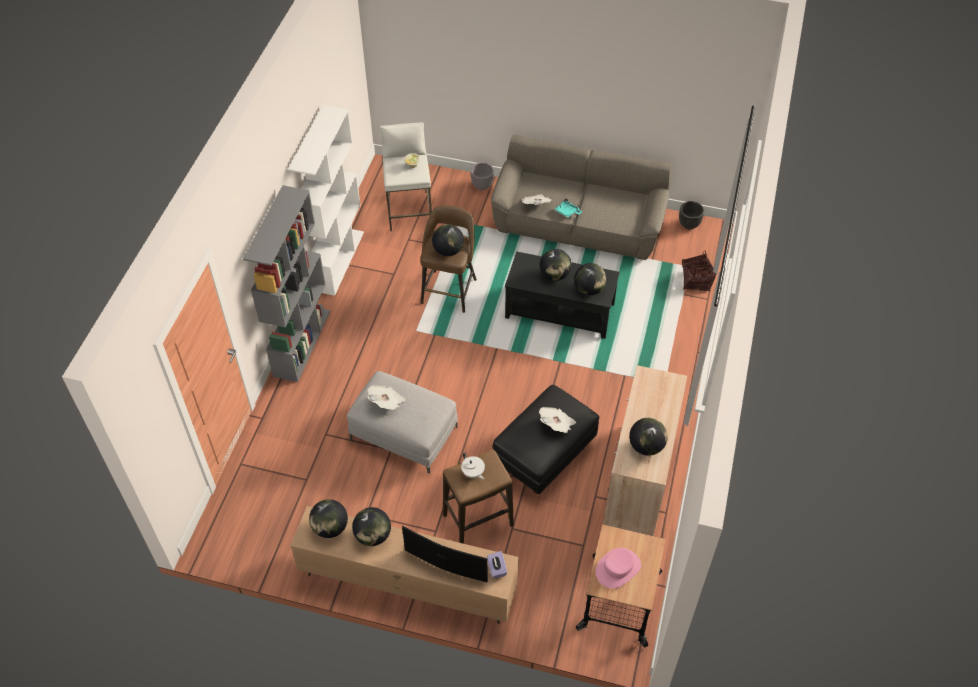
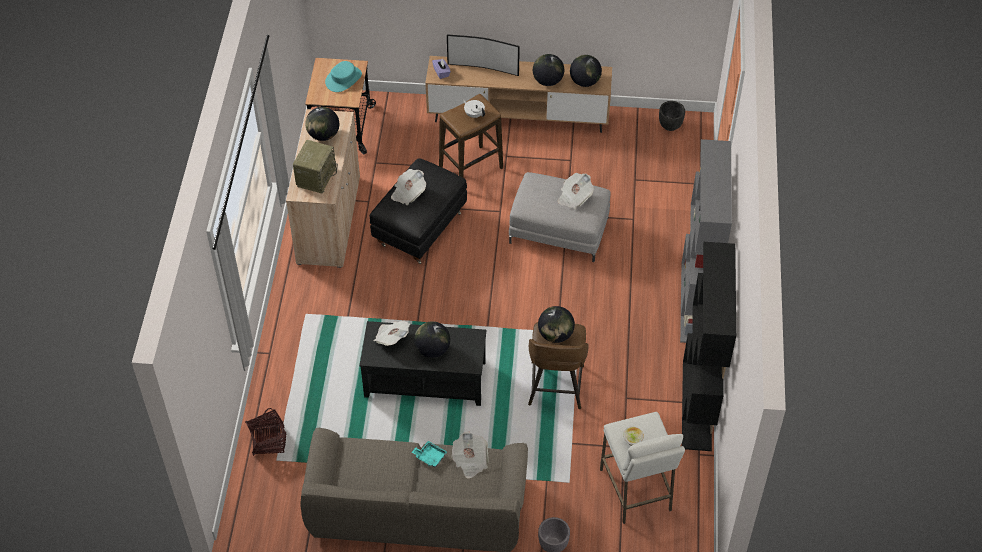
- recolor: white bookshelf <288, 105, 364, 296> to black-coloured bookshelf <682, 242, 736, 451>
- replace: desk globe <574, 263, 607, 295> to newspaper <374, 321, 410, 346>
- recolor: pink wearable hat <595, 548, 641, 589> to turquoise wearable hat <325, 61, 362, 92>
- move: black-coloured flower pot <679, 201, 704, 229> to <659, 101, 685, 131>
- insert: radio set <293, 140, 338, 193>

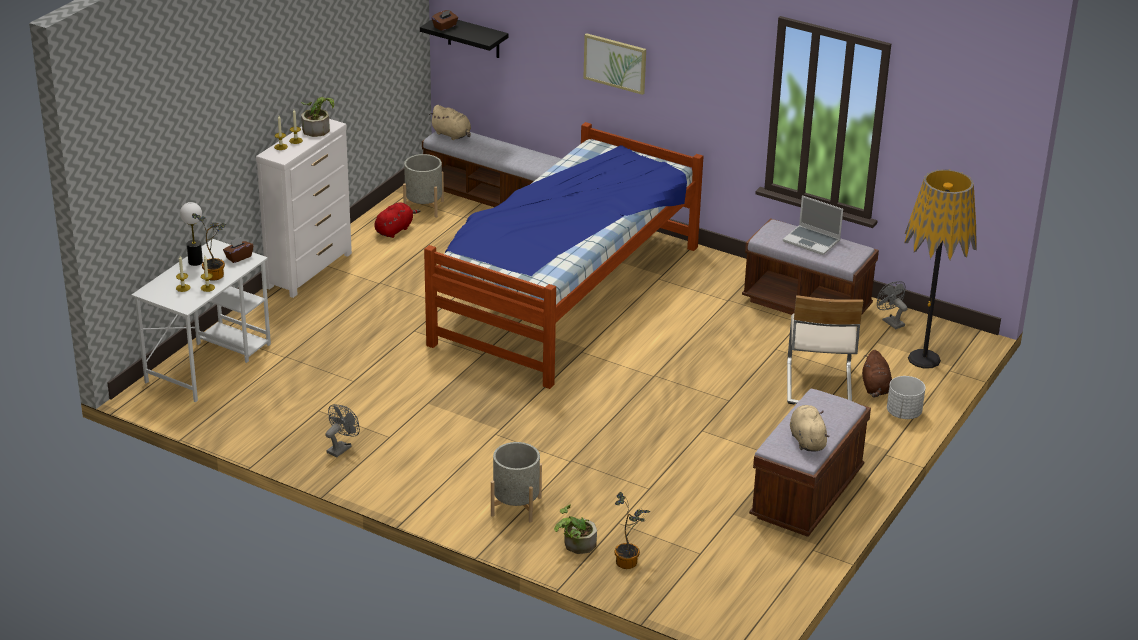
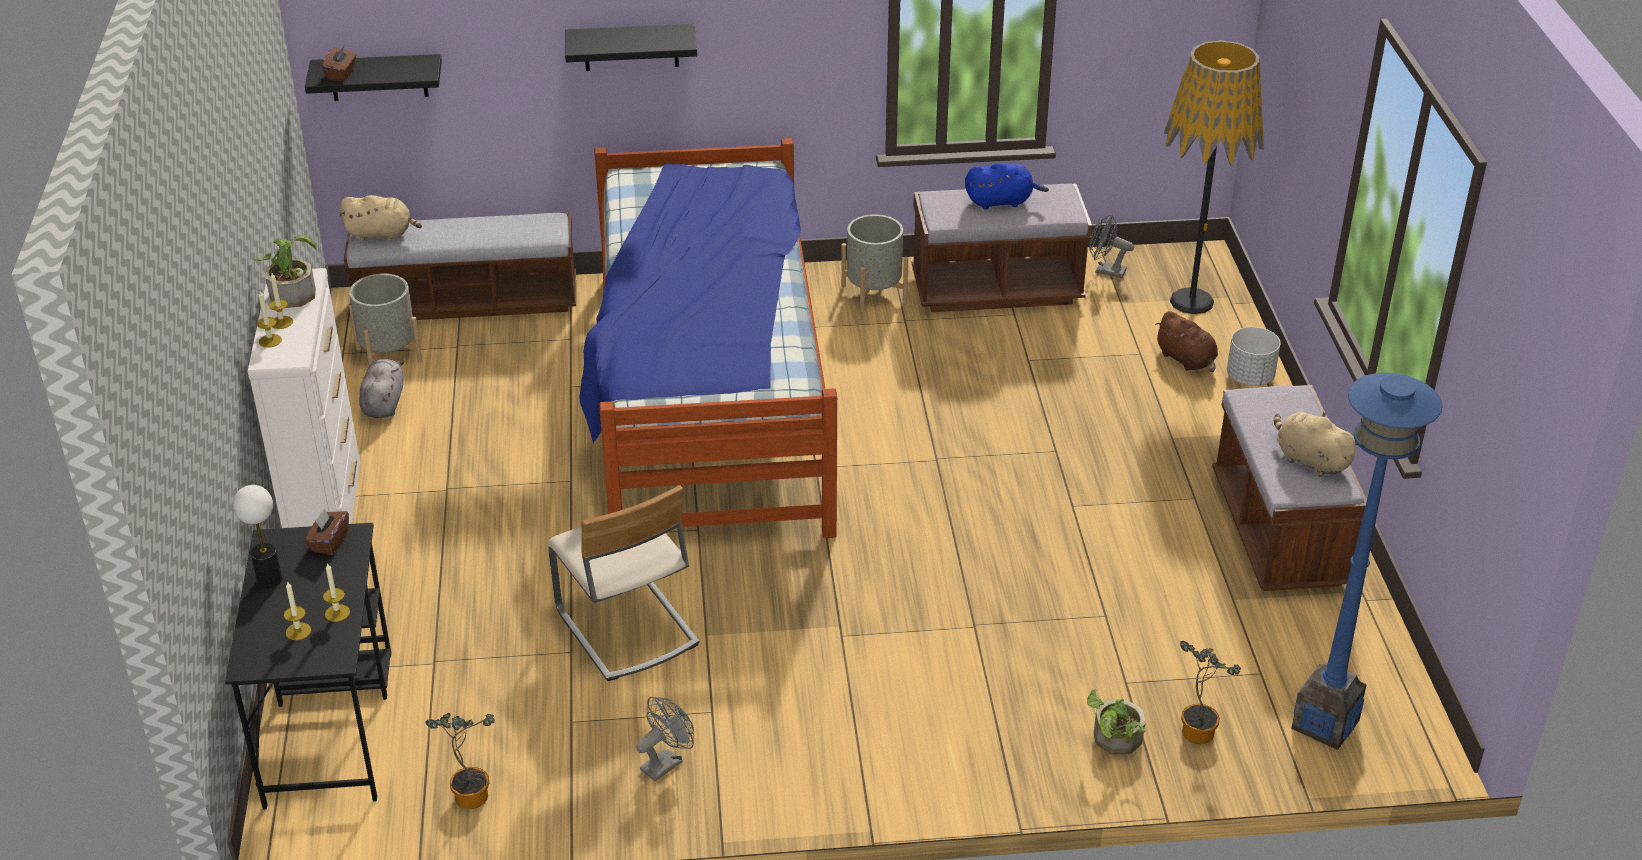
- recolor: white desk <131, 239, 271, 402> to black-coloured desk <225, 523, 391, 810>
- move: houseplant <192, 213, 226, 281> to <425, 713, 495, 809>
- rotate: gray fan <325, 404, 360, 457> = <636, 697, 694, 781> 45 degrees clockwise
- recolor: red-coloured soft toy <375, 202, 420, 238> to gray soft toy <359, 359, 404, 418>
- move: gray flower pot <491, 442, 542, 523> to <841, 215, 908, 312>
- replace: wall picture <583, 33, 646, 95> to black-coloured wall shelf <565, 24, 697, 71>
- replace: laptop <783, 195, 843, 255> to blue-coloured soft toy <965, 163, 1049, 210>
- move: sand-coloured plain chair <787, 295, 863, 405> to <547, 485, 699, 681>
- insert: blue-coloured standing lamp <1291, 373, 1443, 750>

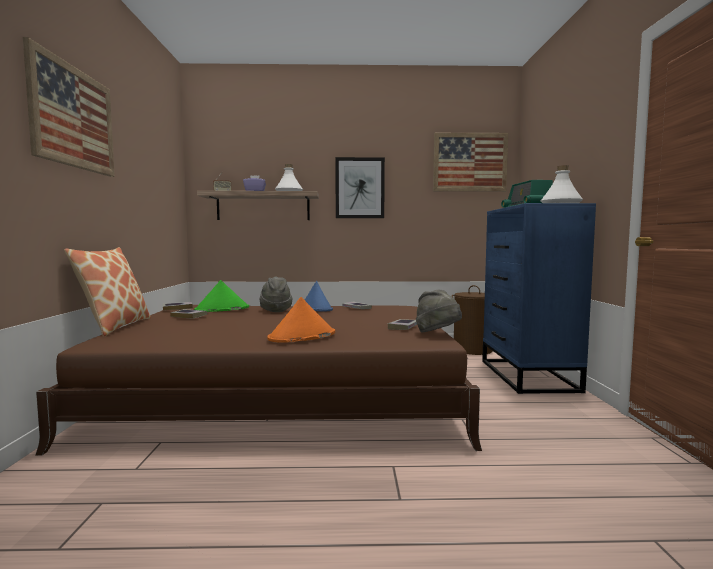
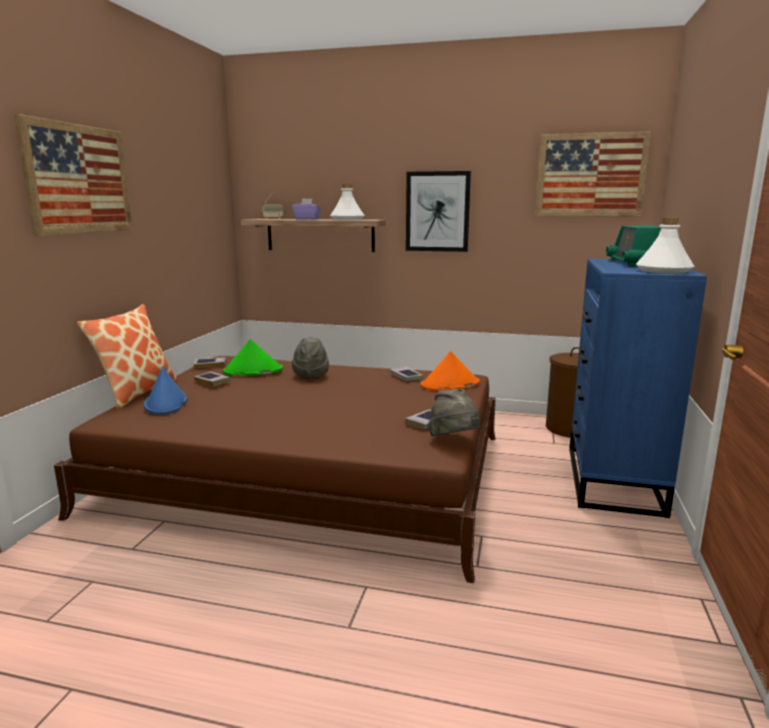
- move: orange wearable hat <267, 297, 335, 343> to <421, 351, 480, 391>
- move: blue-coloured wearable hat <305, 281, 333, 312> to <144, 367, 187, 415>

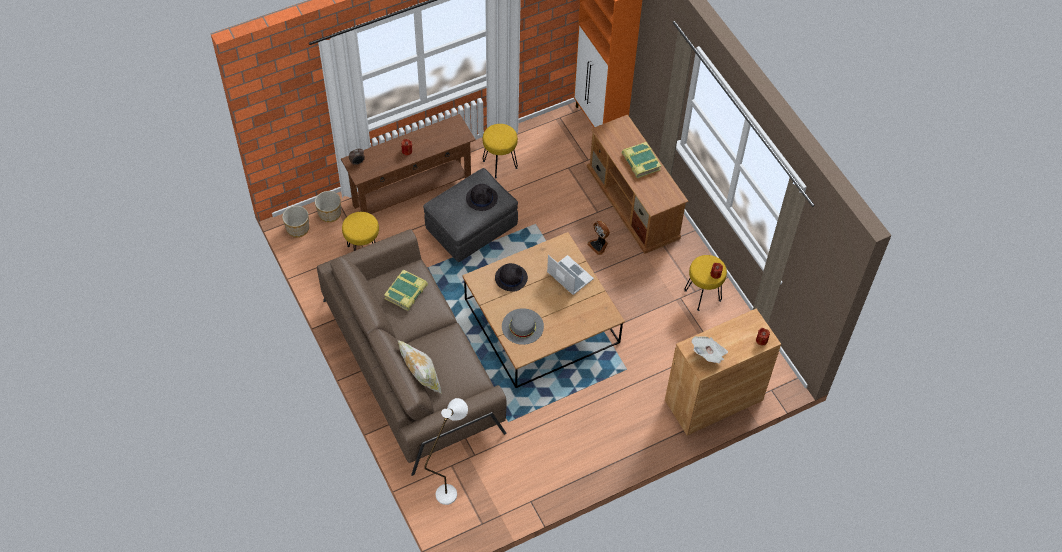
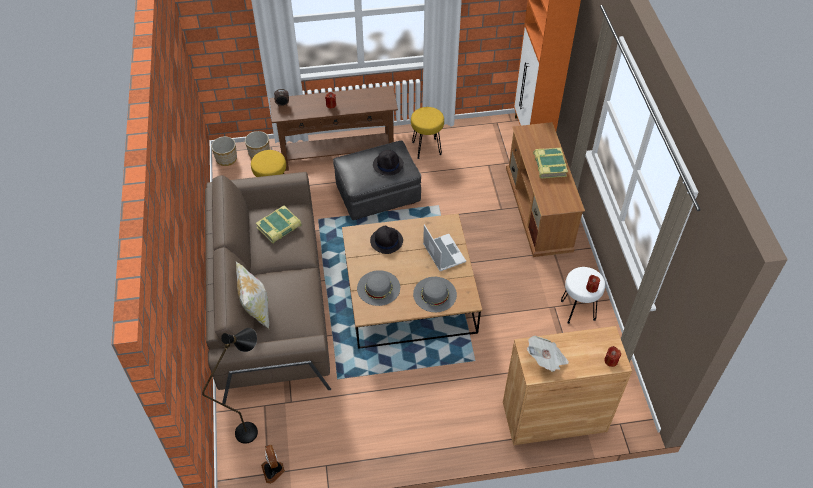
- recolor: white standing lamp <424, 398, 468, 505> to black-coloured standing lamp <202, 328, 258, 444>
- move: fan <587, 220, 610, 255> to <261, 445, 285, 484>
- recolor: yellow stool seat <684, 255, 727, 311> to white stool seat <561, 267, 605, 324>
- insert: gray wearable hat <413, 277, 457, 312>

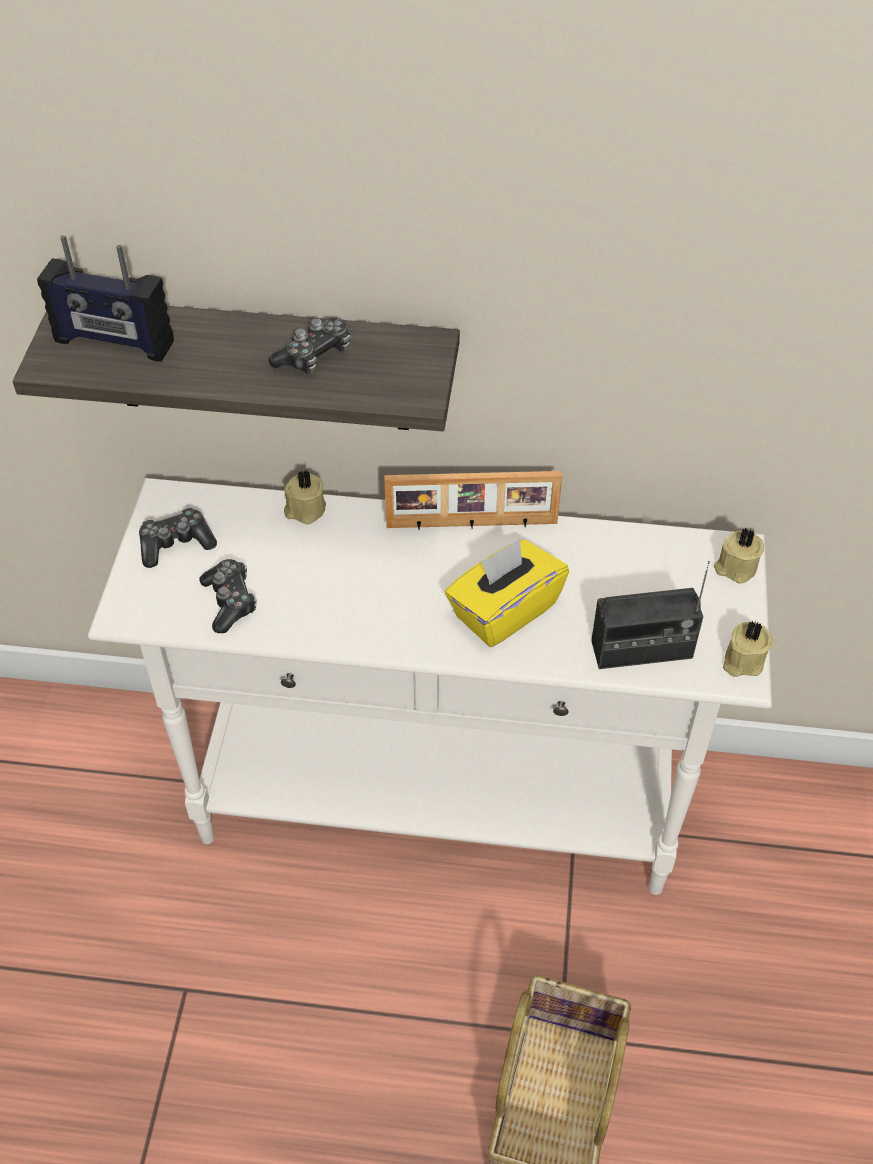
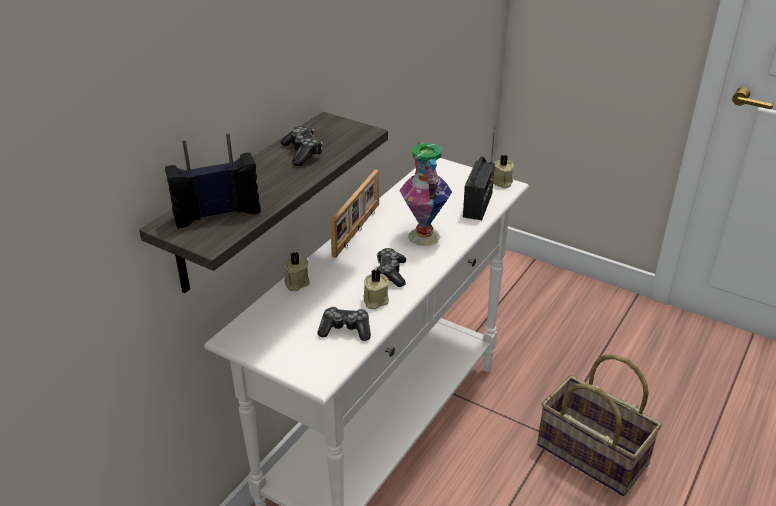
- rotate: radio set <37, 235, 174, 362> = <165, 133, 261, 228> 150 degrees counterclockwise
- move: joypad <139, 507, 217, 568> to <375, 248, 406, 287>
- replace: yellow tissue holder <445, 539, 569, 647> to vase <399, 142, 452, 246>
- move: sand-coloured candle <714, 527, 764, 584> to <363, 269, 389, 309>

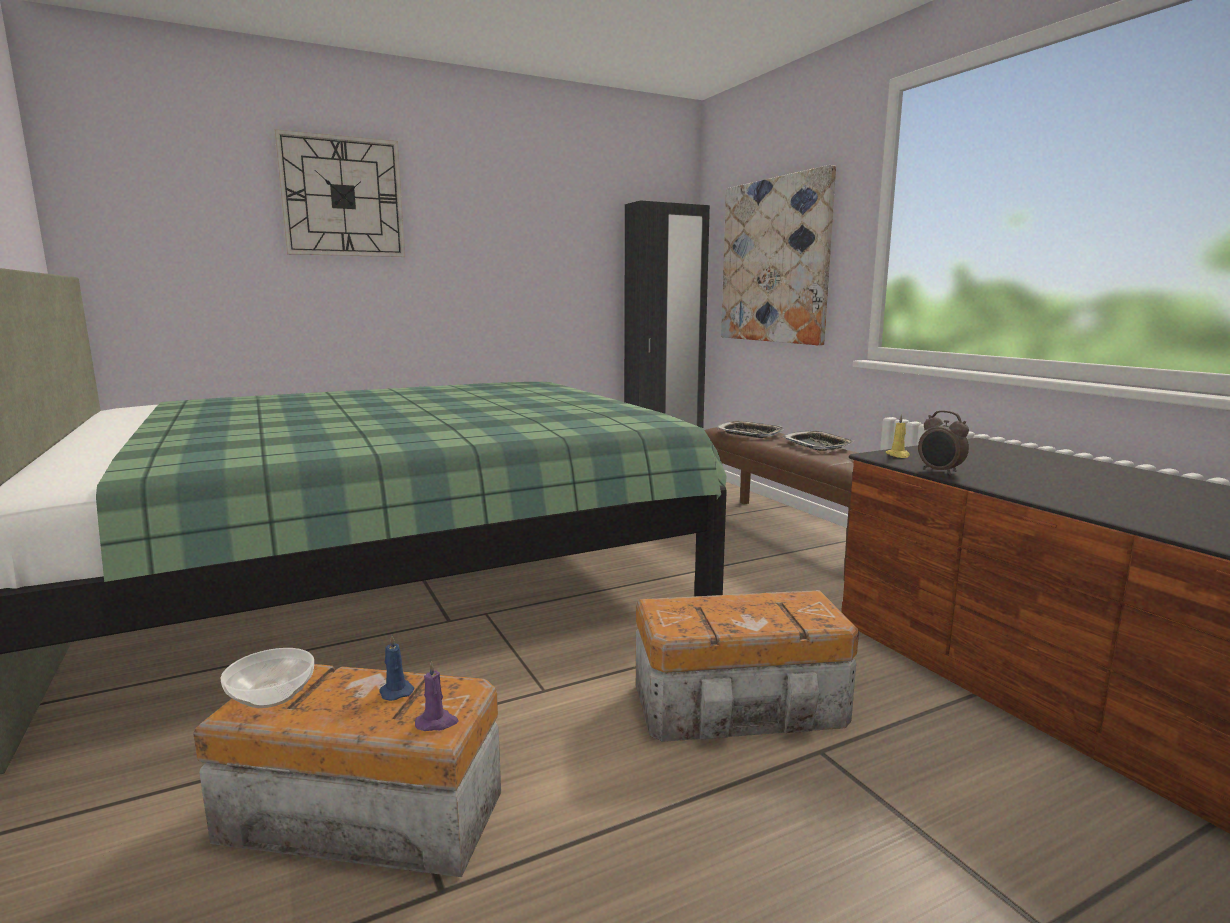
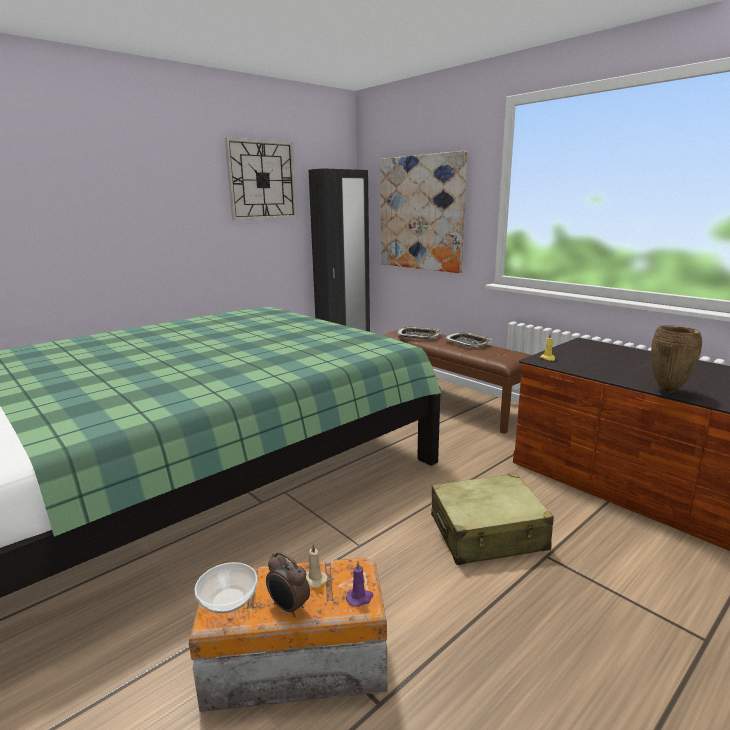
- move: wall clock <274, 129, 405, 257> to <225, 138, 297, 220>
- recolor: blue-coloured candle <379, 635, 414, 701> to sand-coloured candle <306, 544, 328, 588>
- replace: storage box <636, 590, 859, 742> to sand-coloured travel case <431, 473, 554, 565>
- move: alarm clock <918, 410, 969, 475> to <266, 552, 310, 617>
- insert: brownish vase <651, 325, 702, 393>

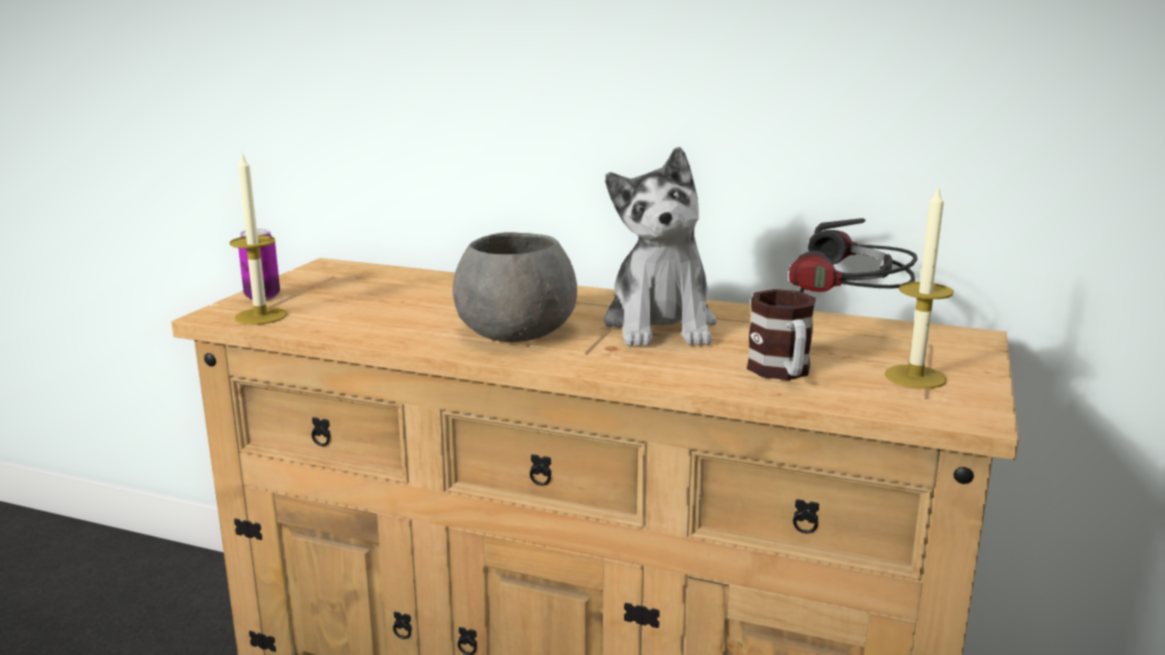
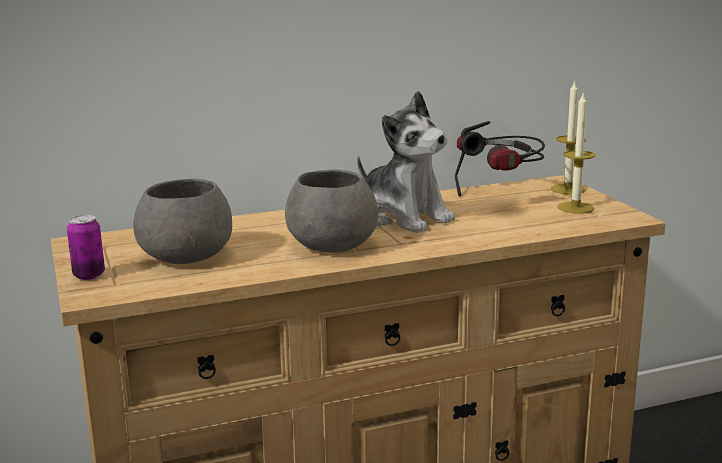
- move: candle <230, 152, 287, 325> to <551, 80, 586, 195>
- delete: tea mug <747, 289, 816, 380>
- insert: gray deep dish <133, 178, 232, 264>

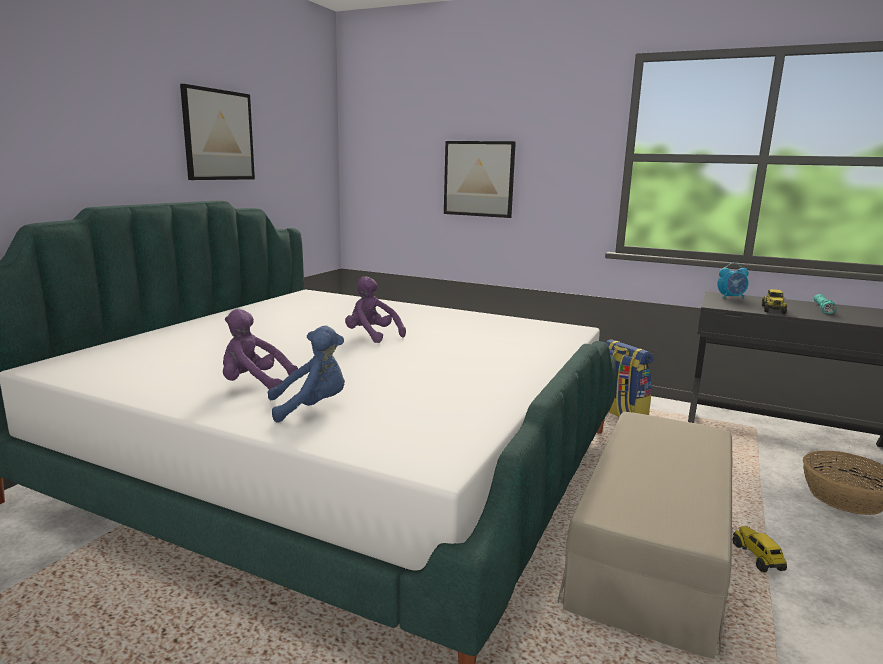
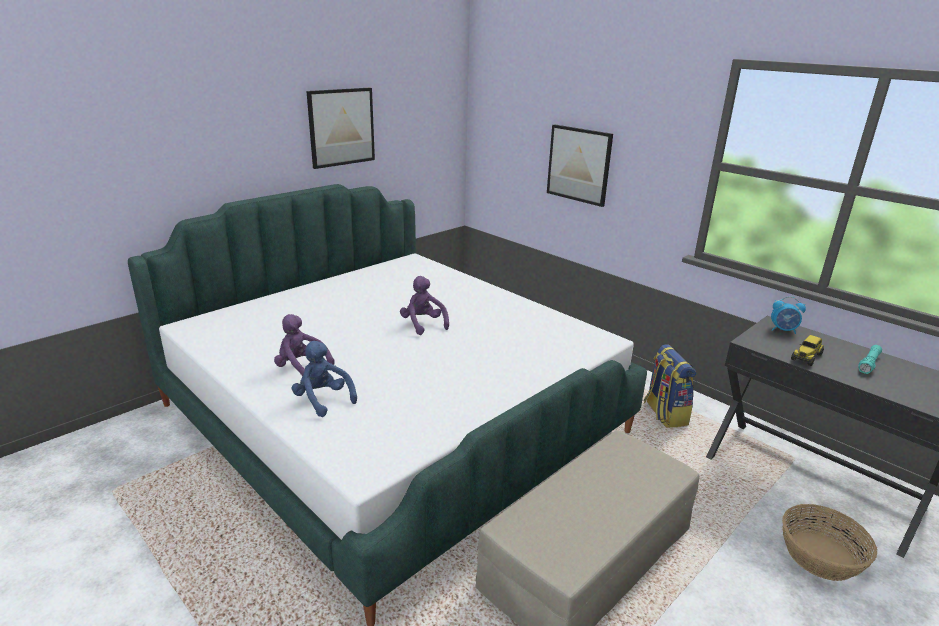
- rotate: blue-coloured soft toy <267, 326, 345, 423> = <292, 341, 357, 417> 135 degrees counterclockwise
- delete: toy lorry <732, 526, 787, 572>

